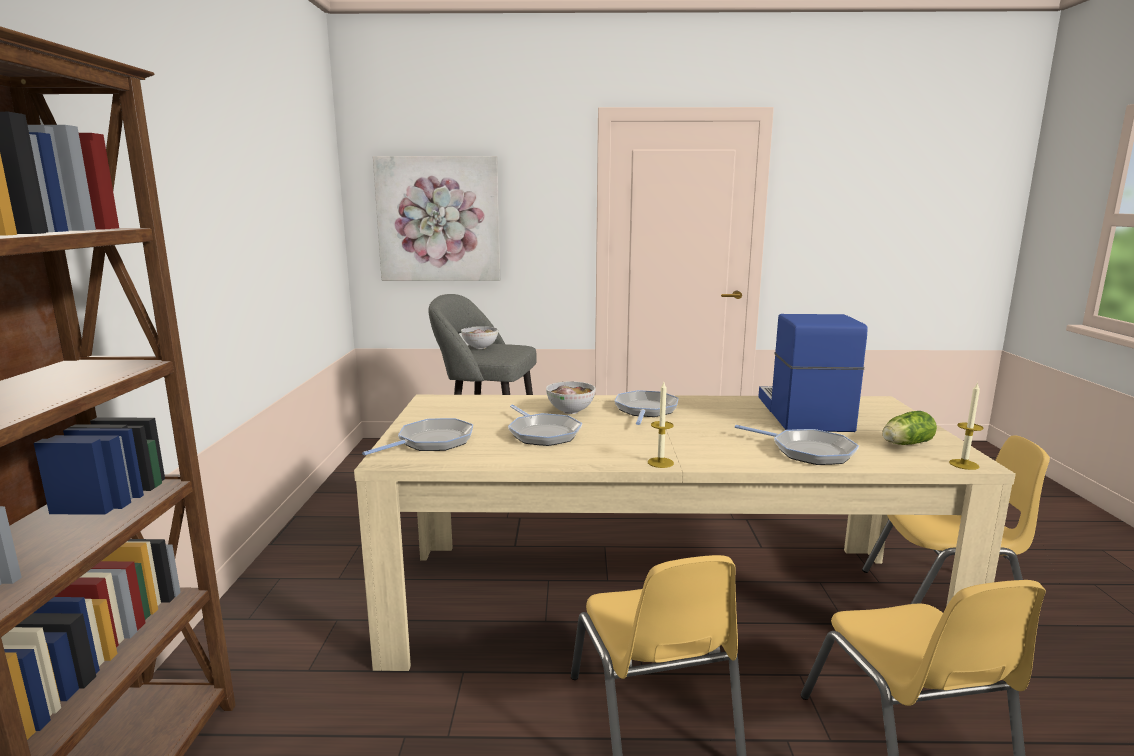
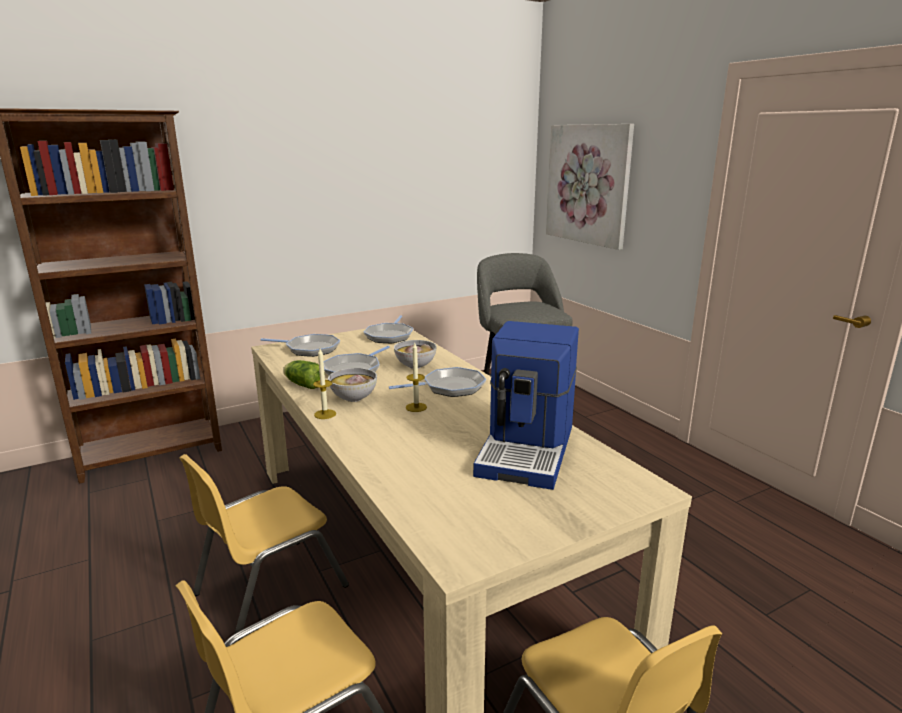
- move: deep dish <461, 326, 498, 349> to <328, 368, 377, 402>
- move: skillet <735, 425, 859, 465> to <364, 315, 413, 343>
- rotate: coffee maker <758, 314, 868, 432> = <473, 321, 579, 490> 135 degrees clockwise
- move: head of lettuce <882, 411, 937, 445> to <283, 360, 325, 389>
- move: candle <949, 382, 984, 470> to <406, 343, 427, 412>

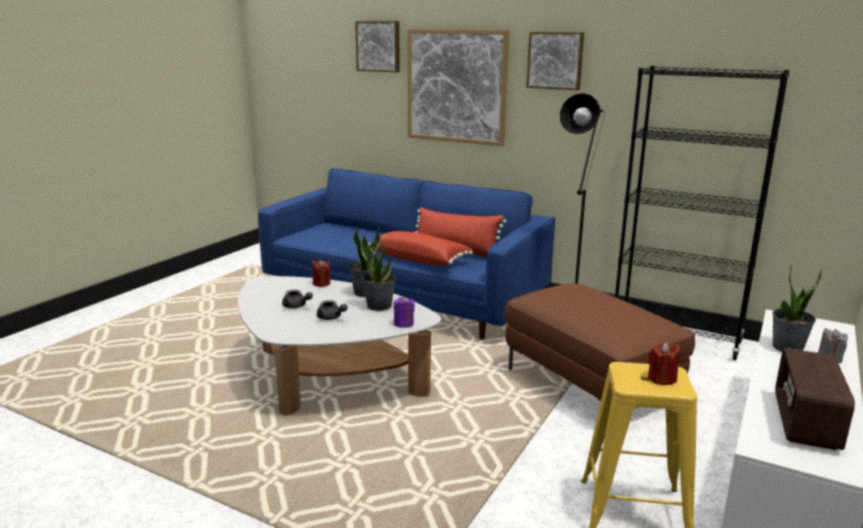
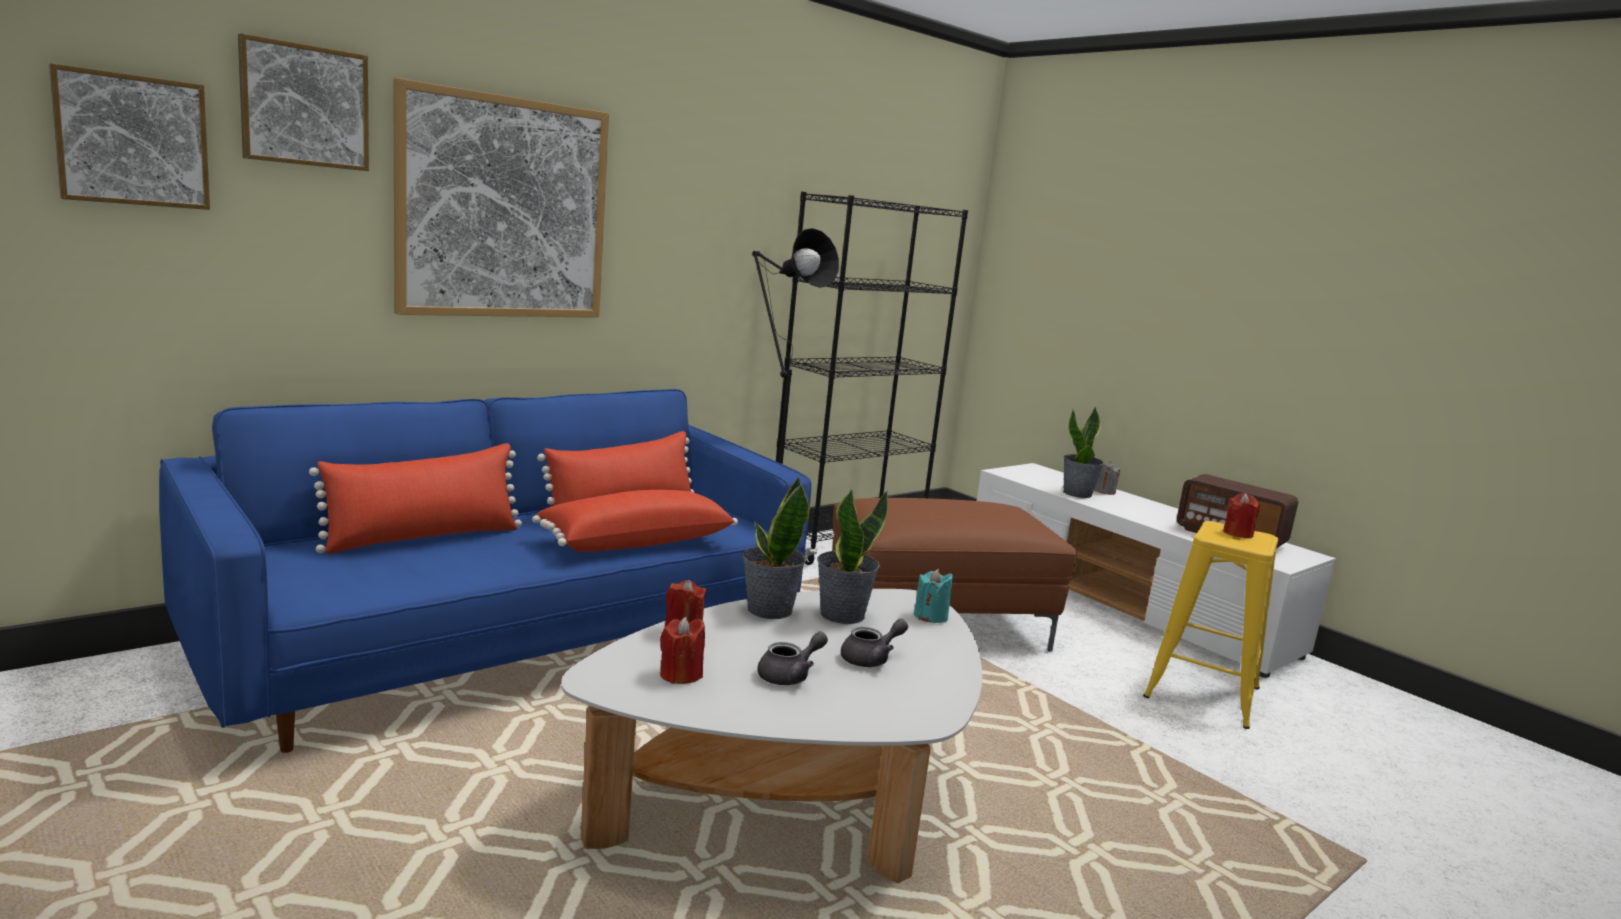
- recolor: purple candle <394, 296, 415, 328> to turquoise candle <914, 569, 953, 623>
- move: wall picture <526, 32, 584, 90> to <49, 63, 210, 210>
- insert: red-coloured throw pillow <309, 443, 522, 554>
- insert: red-coloured candle <660, 617, 705, 684>

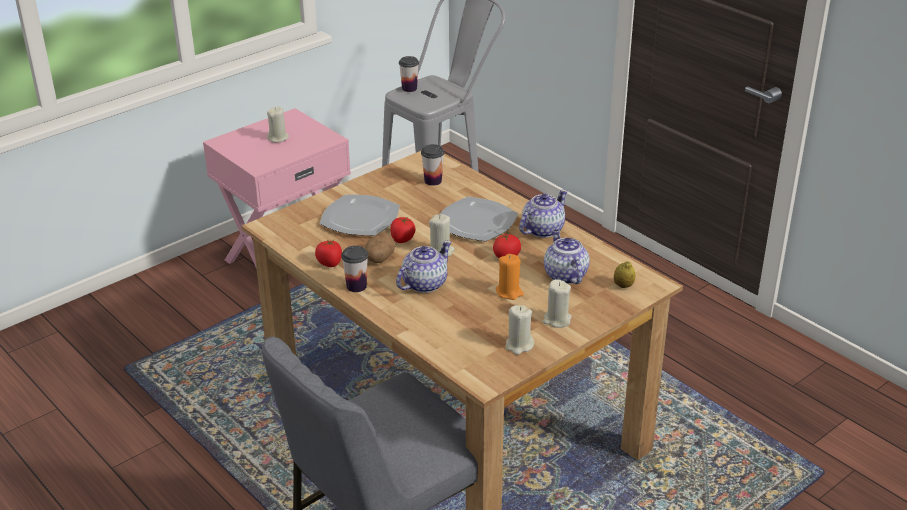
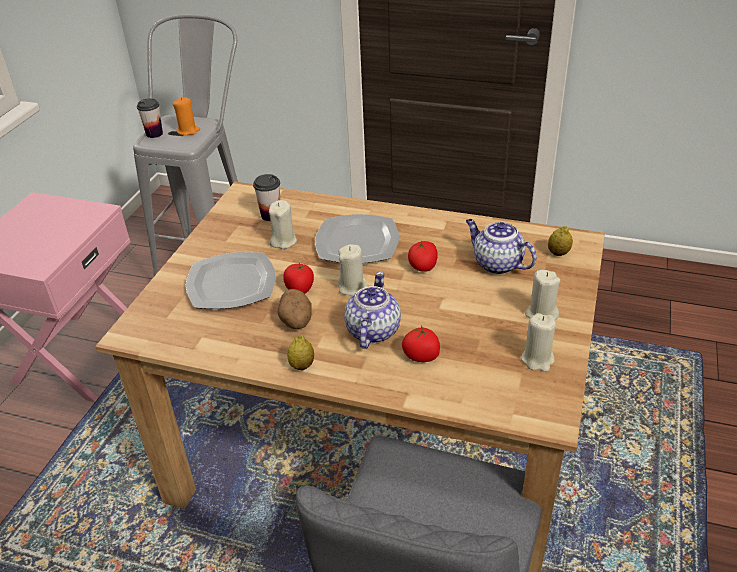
- move: sand-coloured candle <267, 106, 289, 143> to <269, 200, 297, 249>
- move: whole tomato <315, 239, 342, 267> to <402, 325, 440, 362>
- replace: drinking cup <341, 246, 368, 292> to lemon <287, 335, 314, 370>
- move: orange candle <496, 254, 524, 300> to <173, 97, 200, 135>
- delete: pot for tea <519, 190, 568, 238>

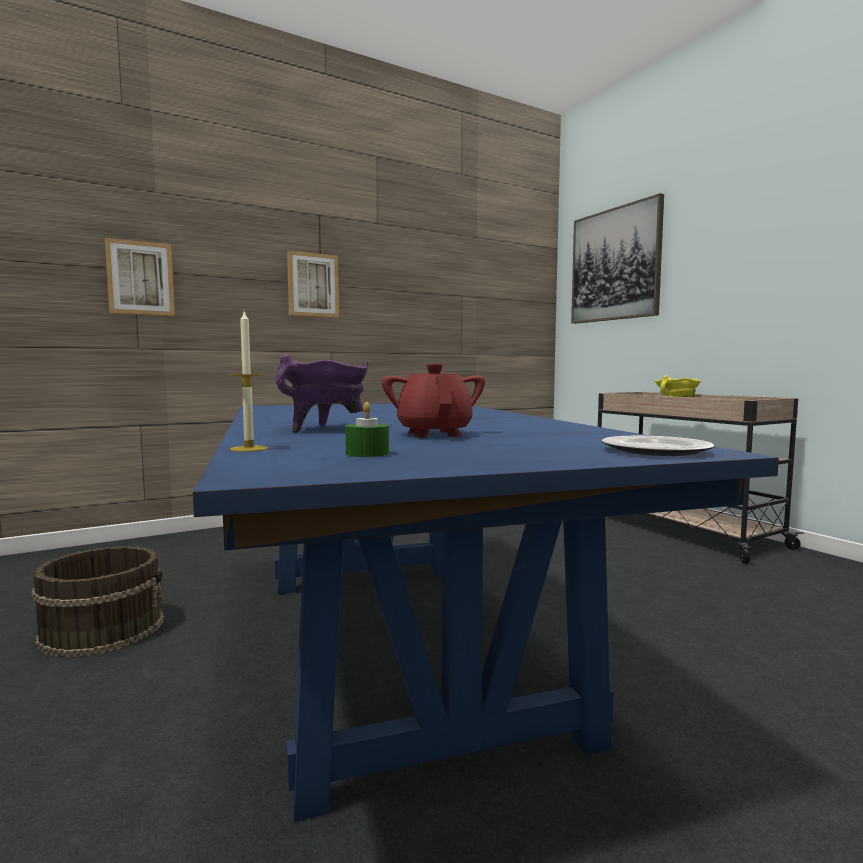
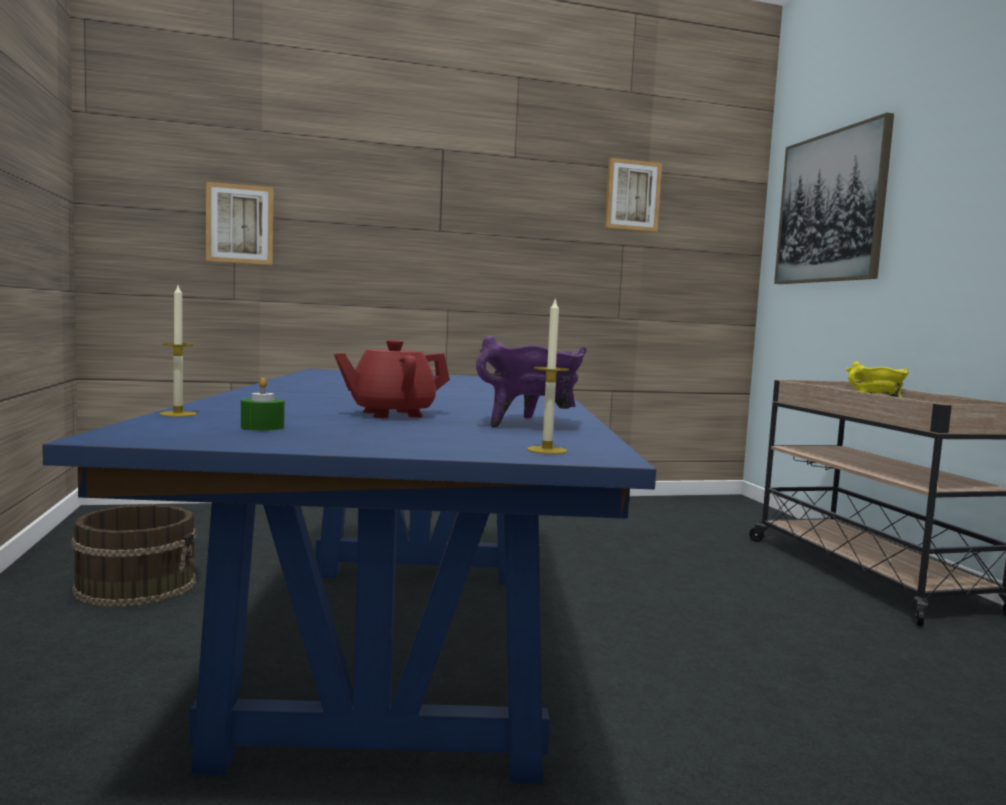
- move: purple cooking pot <276, 354, 368, 433> to <476, 336, 587, 427>
- move: wall picture <287, 251, 339, 318> to <605, 158, 662, 232>
- rotate: red-coloured pot for tea <382, 364, 485, 437> = <334, 340, 450, 418> 120 degrees counterclockwise
- replace: dinner plate <602, 436, 715, 456> to candle <527, 297, 569, 454>

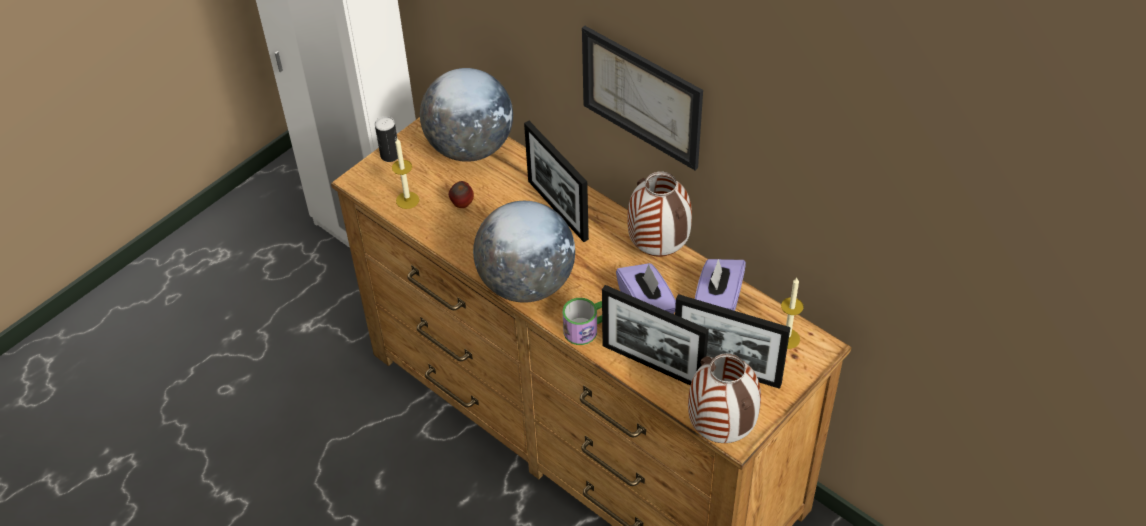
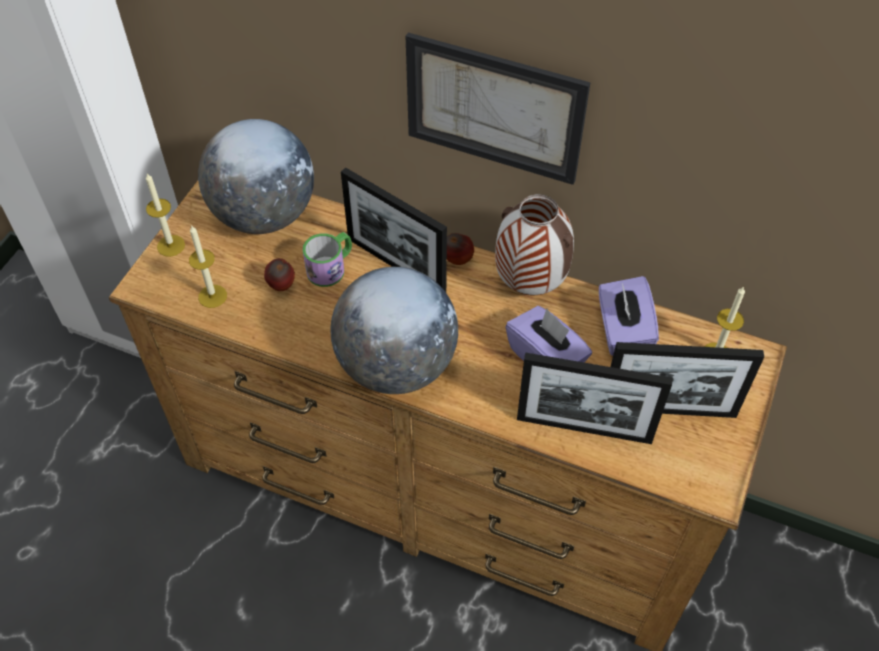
- replace: metal can <375, 116, 398, 162> to candle <146, 174, 185, 257>
- move: tea mug <563, 298, 602, 345> to <303, 232, 352, 287>
- delete: vase <688, 353, 761, 443>
- insert: apple fruit <447, 233, 474, 265>

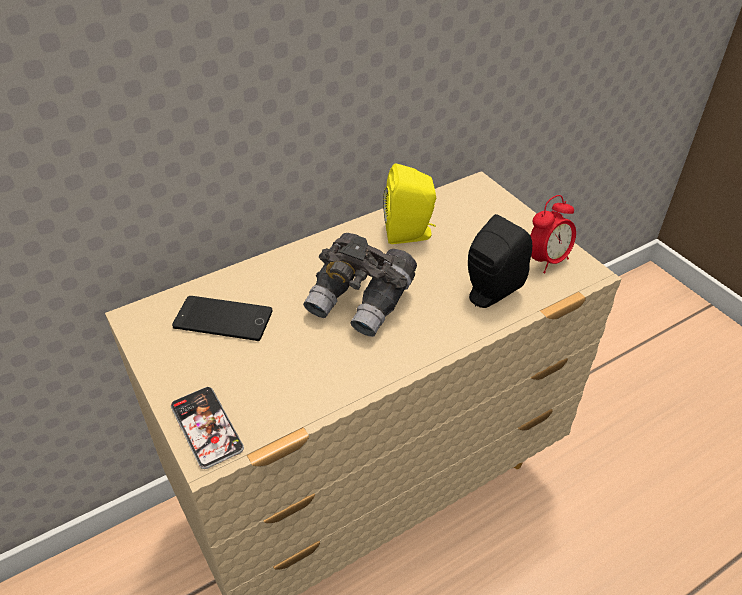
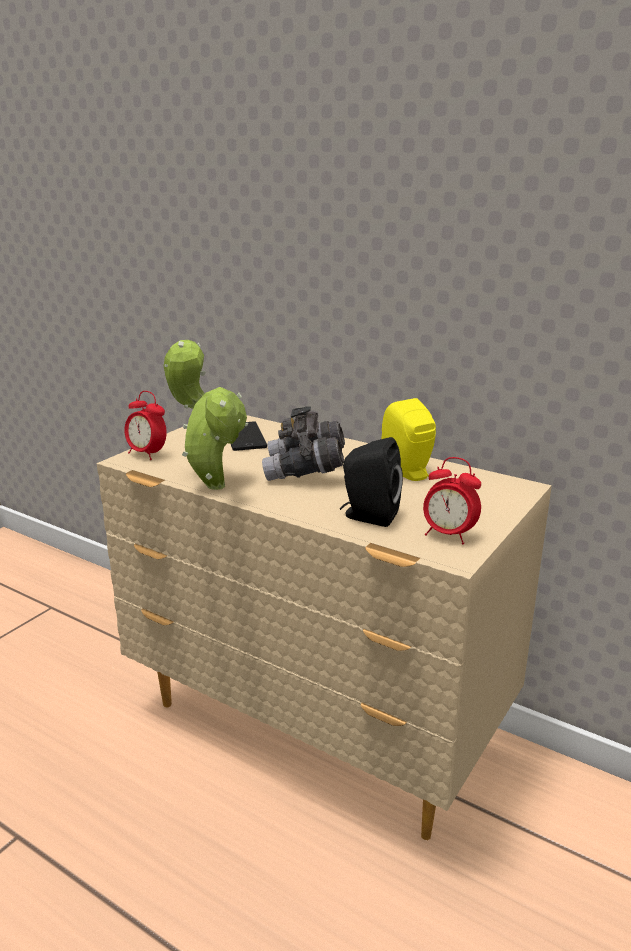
- replace: handset <171, 387, 244, 469> to alarm clock <124, 391, 167, 460>
- insert: houseplant <164, 340, 248, 490>

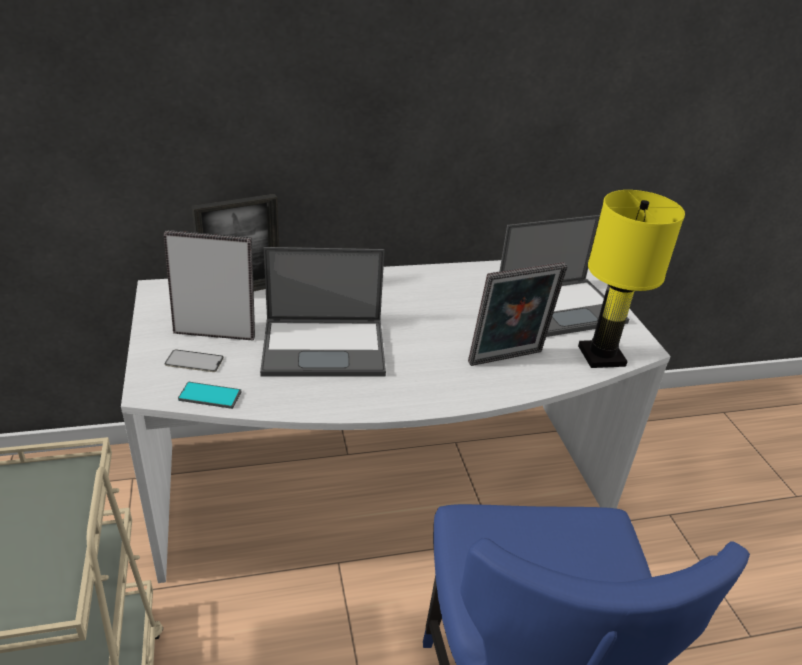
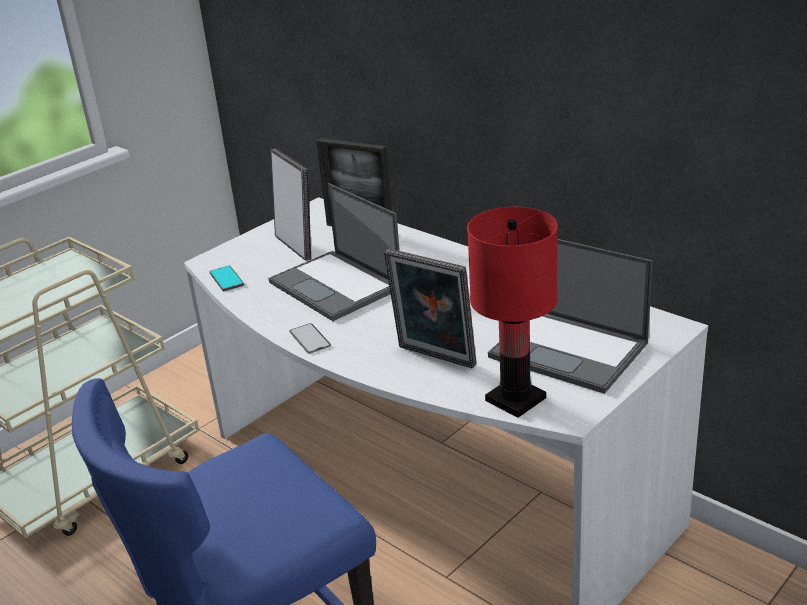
- move: handset <165, 349, 224, 372> to <289, 323, 331, 354>
- recolor: yellow lamp for a table <578, 190, 685, 368> to red-coloured lamp for a table <467, 207, 558, 418>

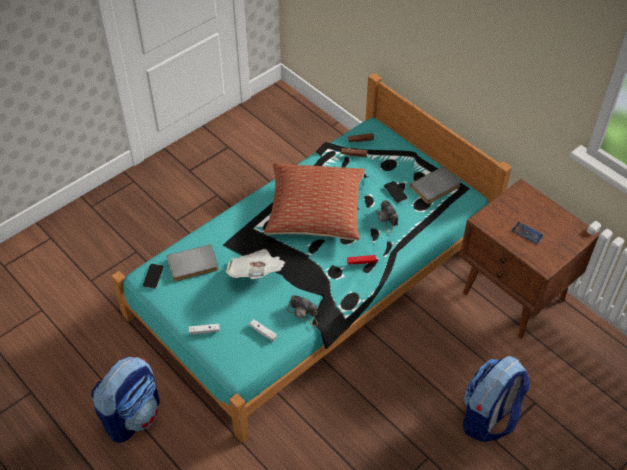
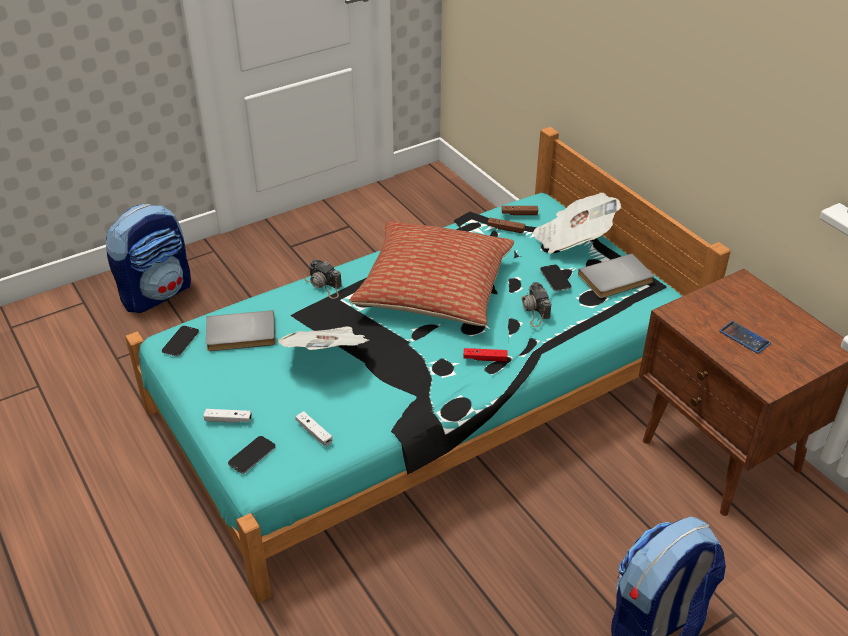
- move: knapsack <91, 357, 160, 443> to <105, 204, 191, 313>
- move: still camera <287, 295, 318, 326> to <304, 260, 342, 299>
- insert: handset <228, 436, 276, 474>
- insert: newspaper <533, 193, 621, 254>

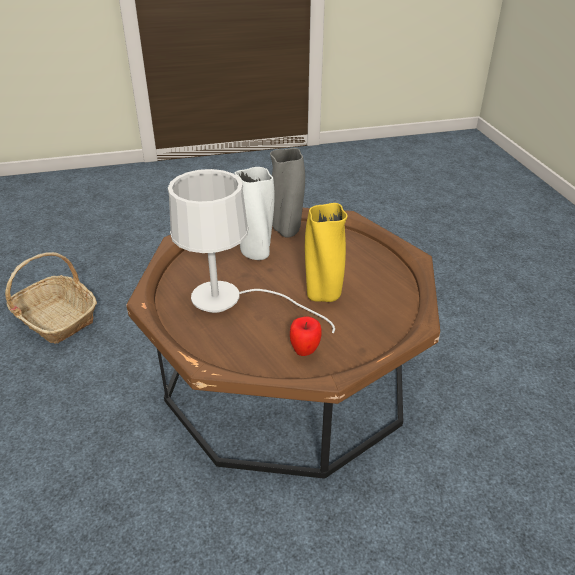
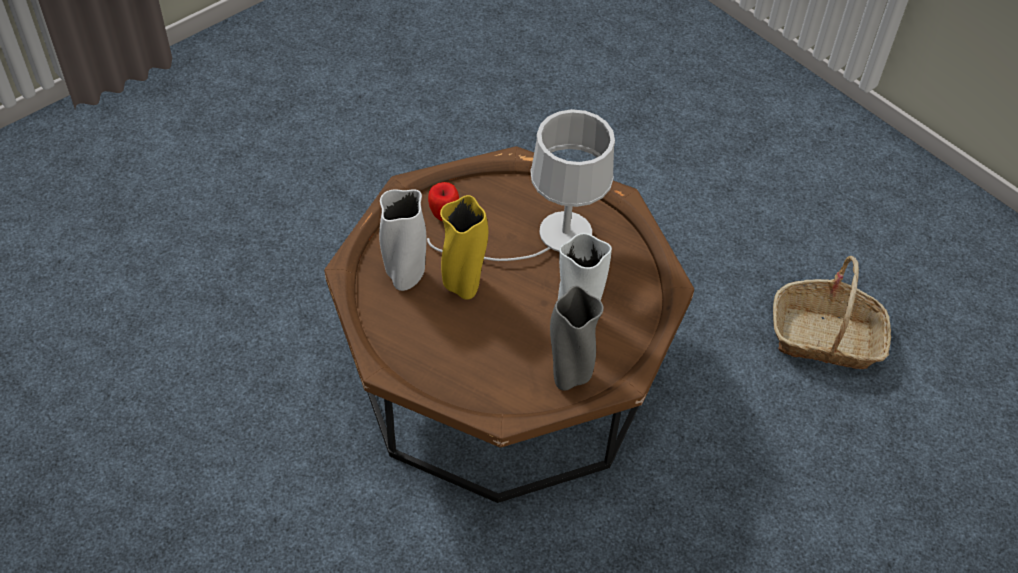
- insert: white vase <379, 189, 427, 291>

